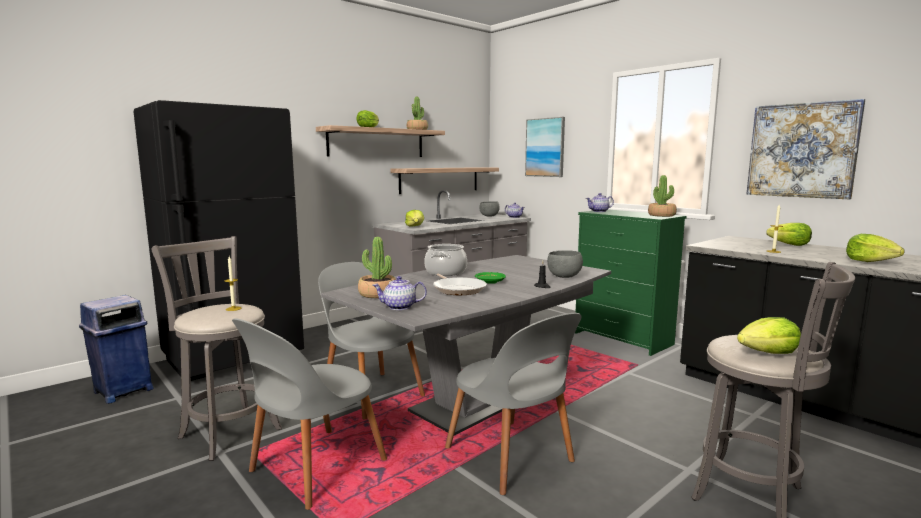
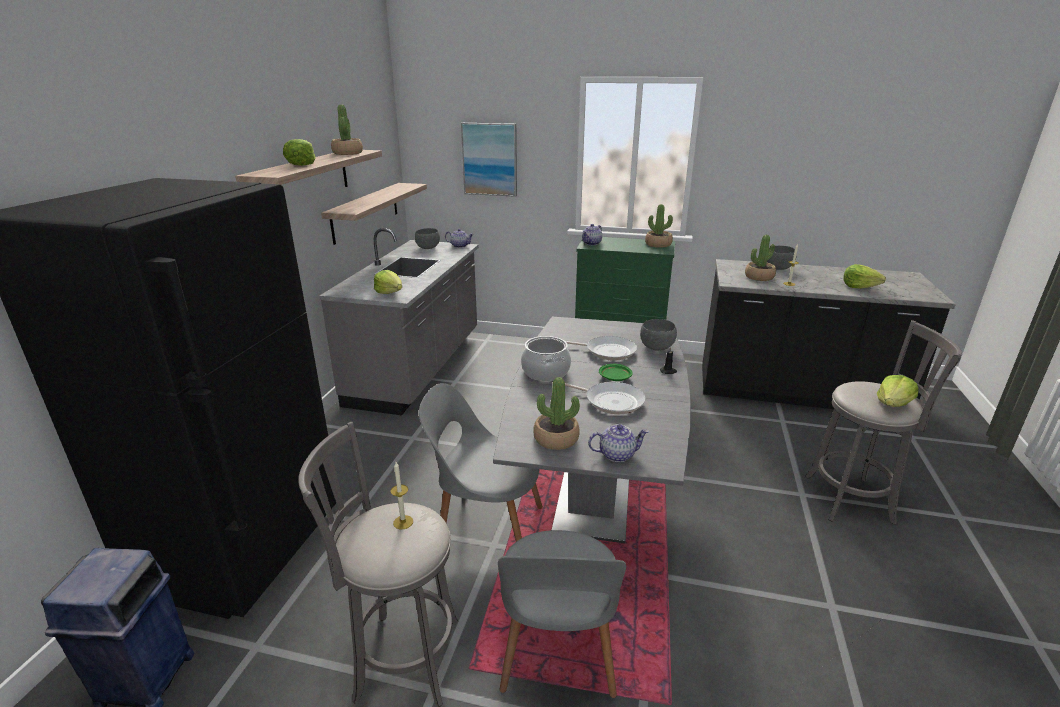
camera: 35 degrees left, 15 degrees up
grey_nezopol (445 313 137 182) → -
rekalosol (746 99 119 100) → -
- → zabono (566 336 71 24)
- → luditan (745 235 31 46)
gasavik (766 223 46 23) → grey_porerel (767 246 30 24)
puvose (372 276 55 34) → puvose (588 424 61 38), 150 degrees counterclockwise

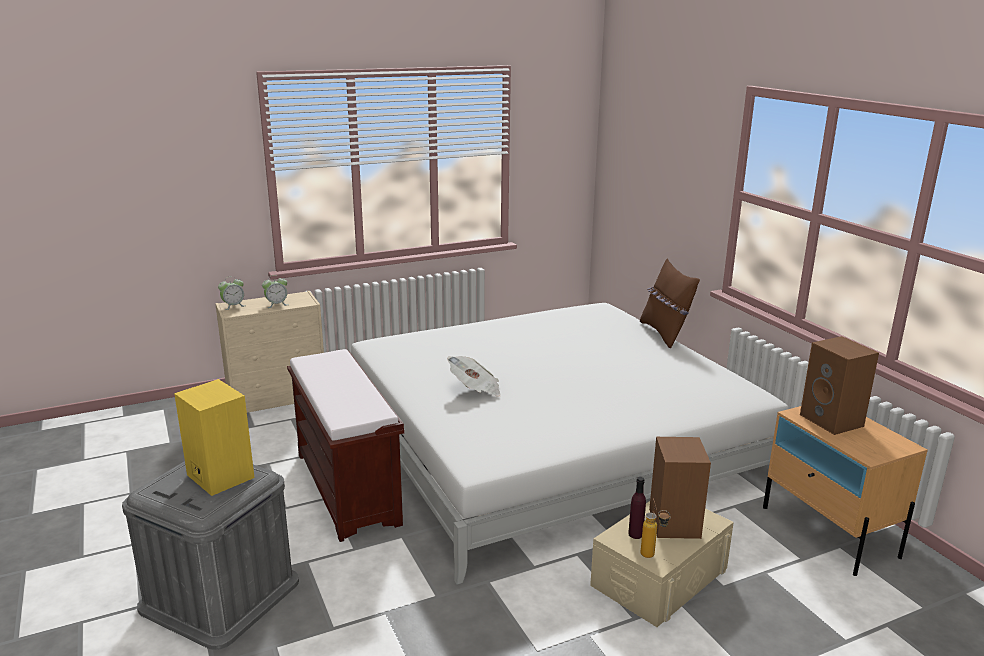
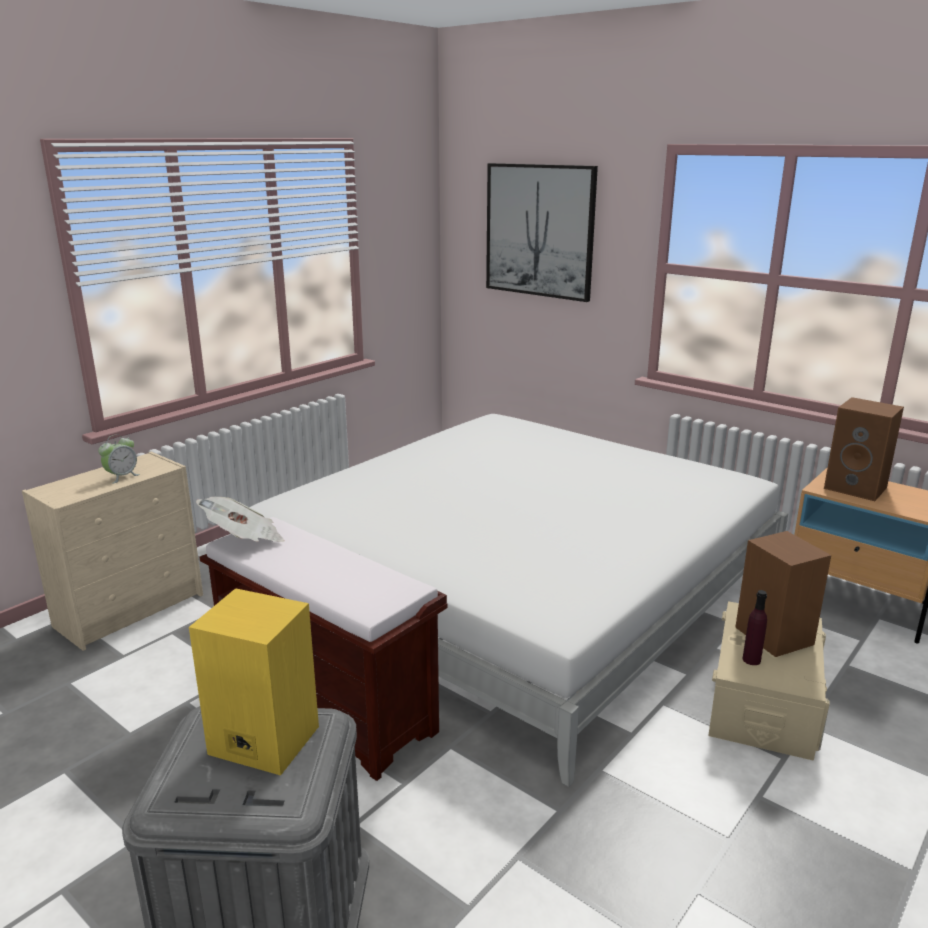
camera: 25 degrees left, 0 degrees up
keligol (218 276 26 34) → -
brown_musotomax (640 258 60 90) → -
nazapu (641 510 30 48) → -
- → rekalosol (486 163 112 139)
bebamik (447 356 53 41) → bebamik (196 497 88 45), shifted

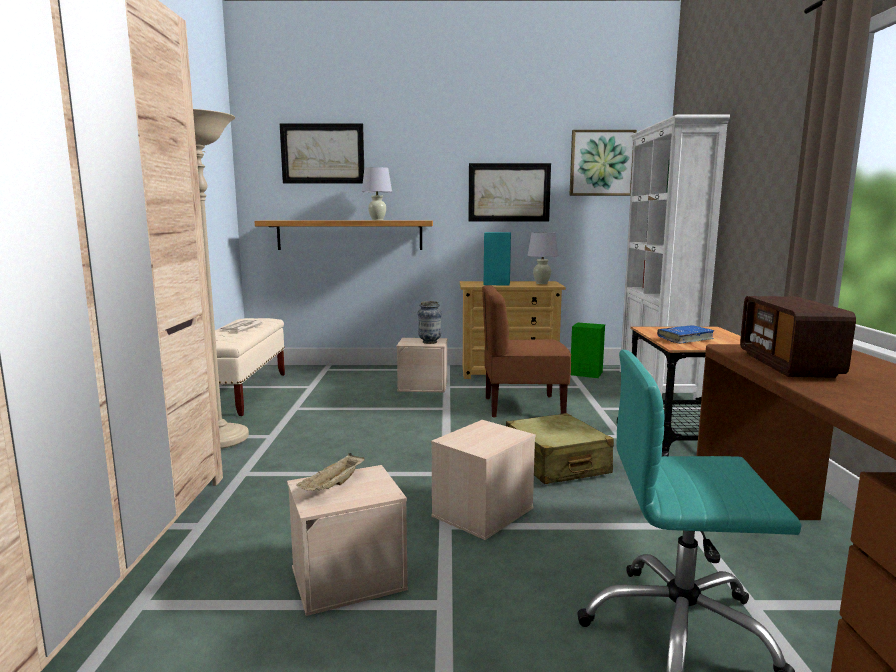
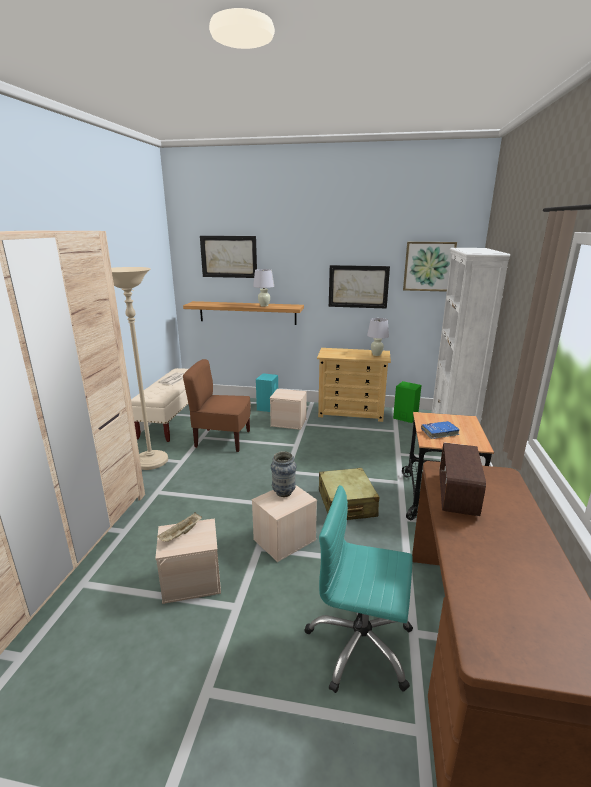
camera: 10 degrees right, 10 degrees up
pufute (418 301 24 43) → pufute (271 451 26 46), shifted
brown_nezopol (482 285 89 133) → brown_nezopol (183 359 68 93), shifted
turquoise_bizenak (484 232 27 54) → turquoise_bizenak (256 373 22 39), shifted

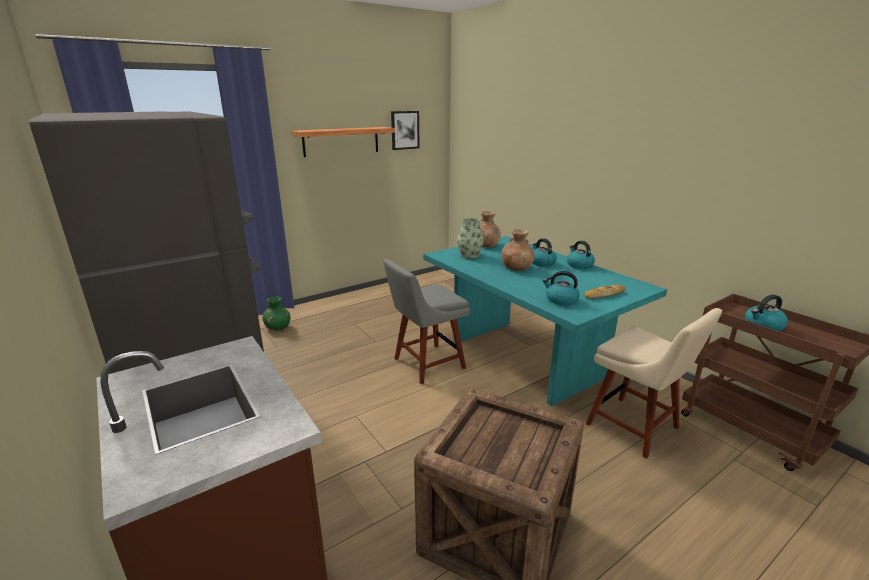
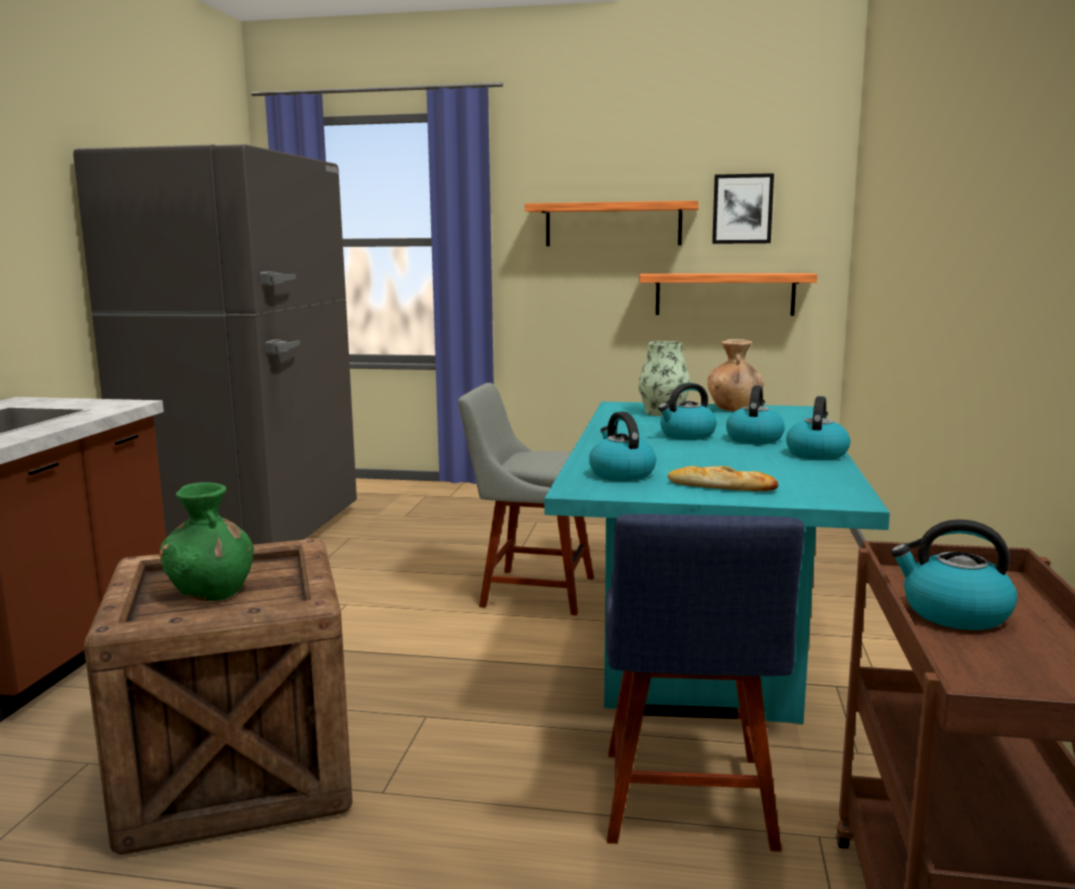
camera: 45 degrees right, 10 degrees down
- → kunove (639 273 178 43)
green_pufute (262 297 29 33) → green_pufute (160 482 94 119), shifted
brown_pufute (501 229 34 42) → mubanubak (658 383 59 57)
beige_nezopol (586 308 136 151) → blue_nezopol (606 514 198 338)

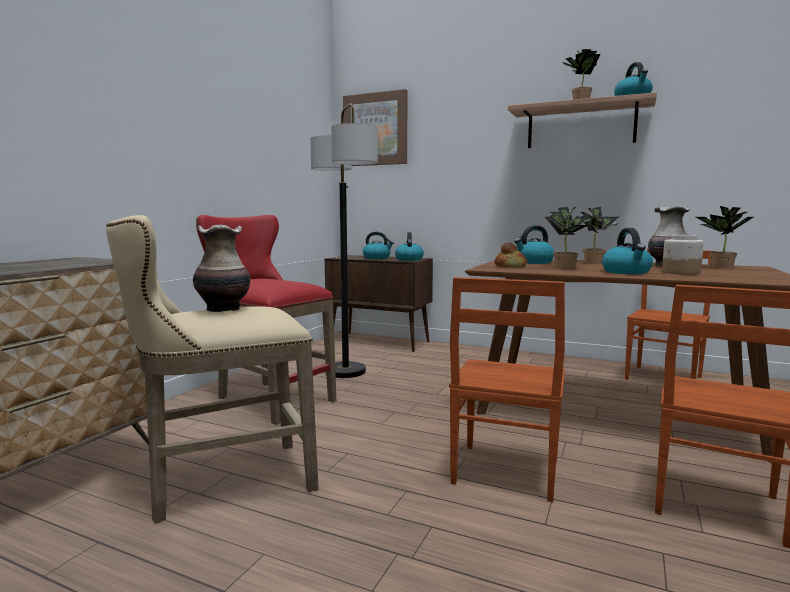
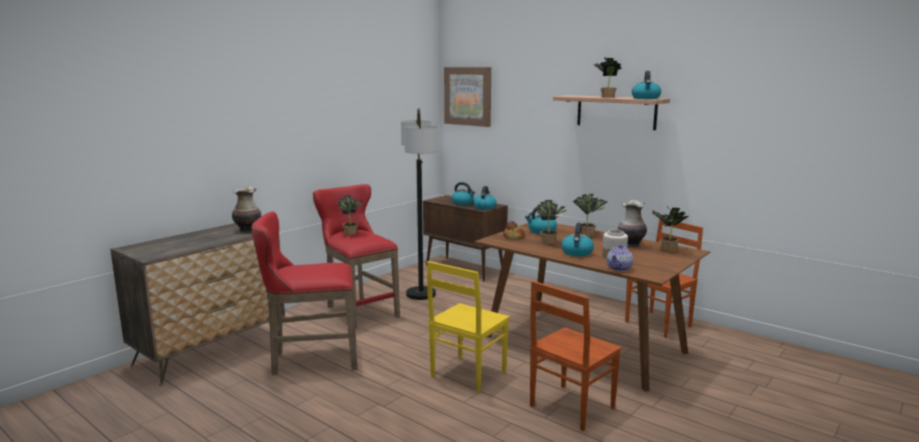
camera: 15 degrees right, 5 degrees up
- → luditan (338 195 27 40)
- → puvose (607 245 26 26)
pufute (193 225 58 87) → pufute (232 186 29 46), shifted
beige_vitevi (106 215 213 308) → red_vitevi (252 212 106 163)
brown_nezopol (449 277 116 225) → yellow_nezopol (427 261 83 132)

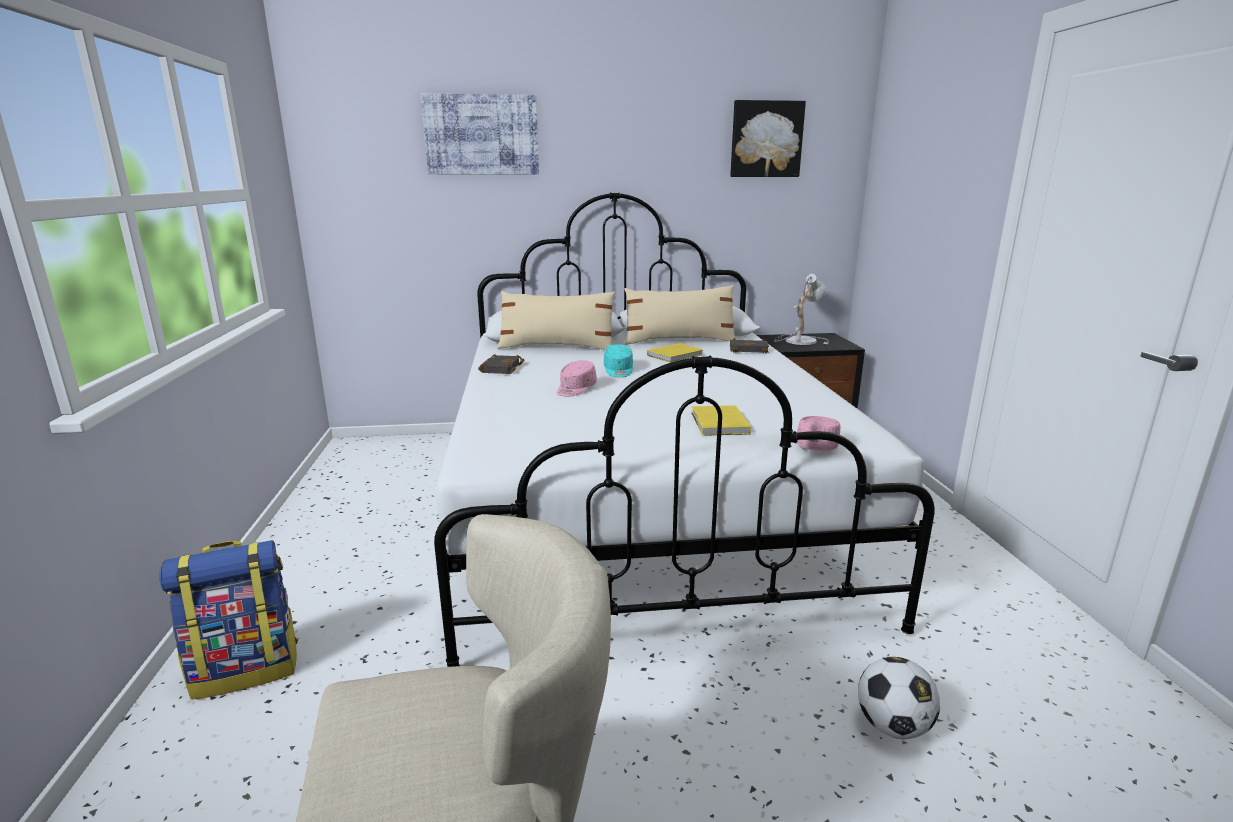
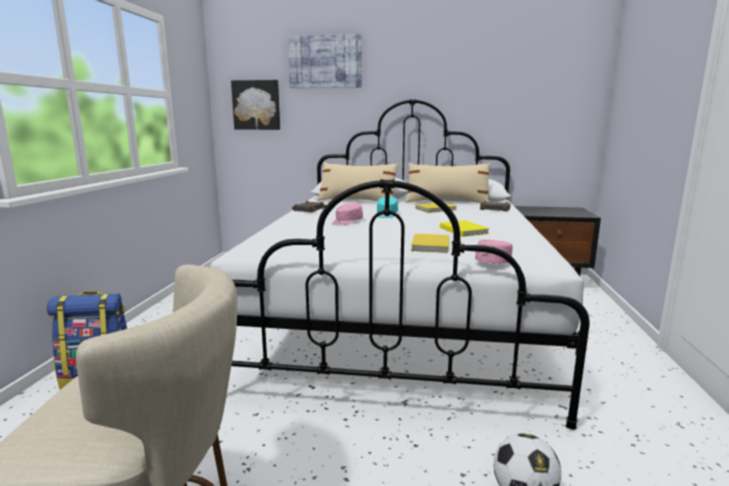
camera: 15 degrees right, 5 degrees down
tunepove (774 274 55 71) → -
- → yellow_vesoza (440 220 50 17)
rekalosol (730 100 76 77) → rekalosol (231 80 49 50), shifted

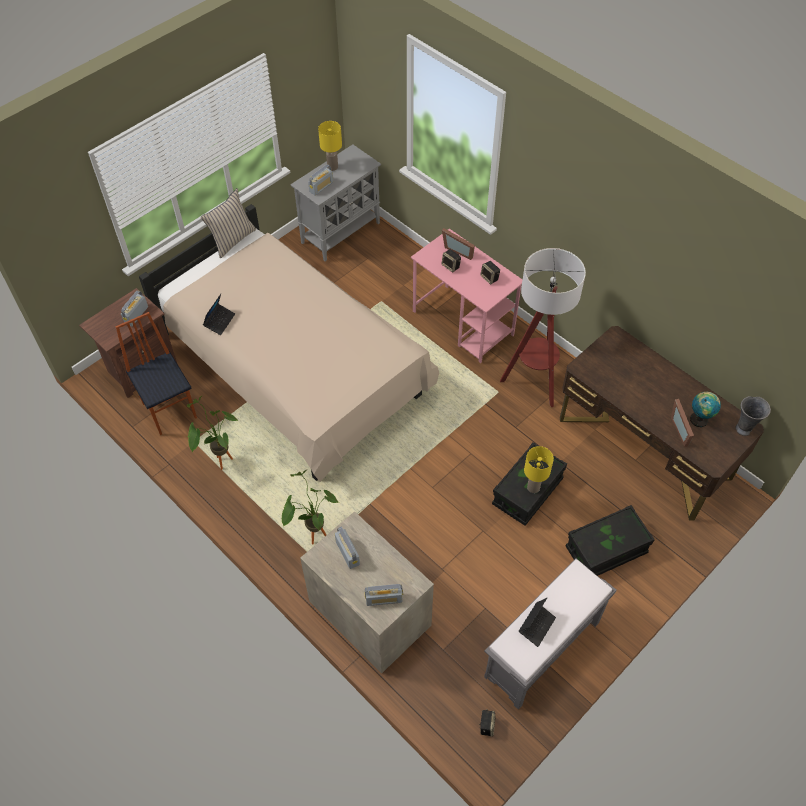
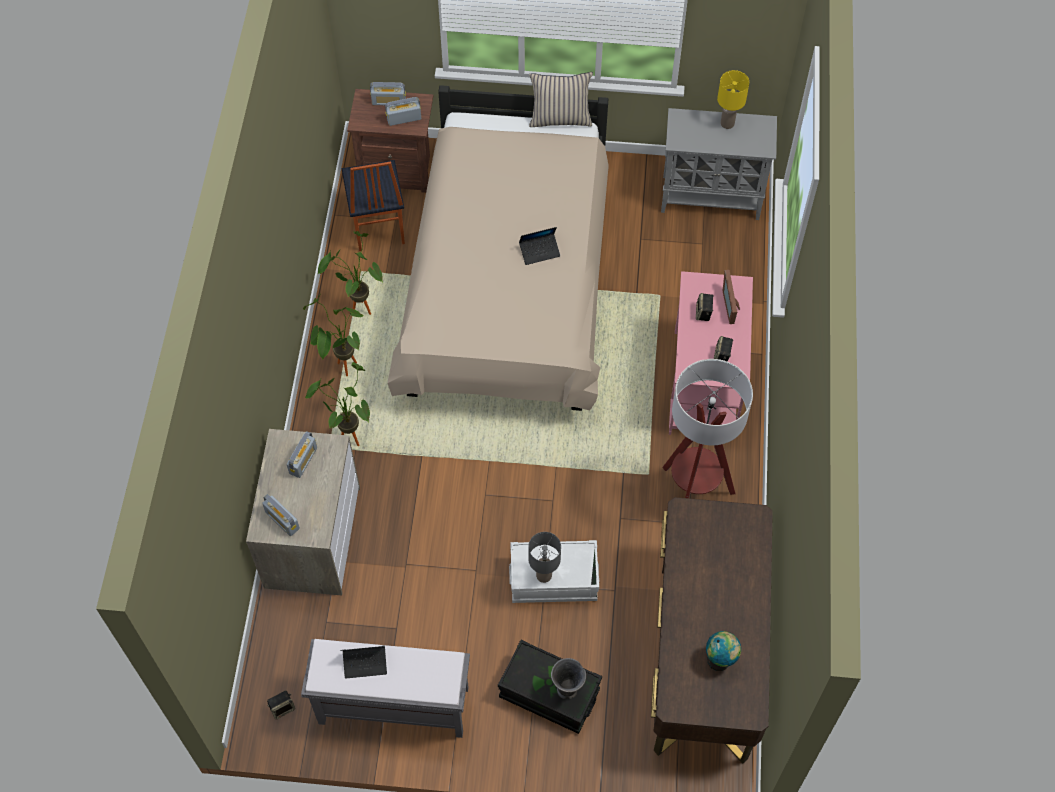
camera: 50 degrees right, 5 degrees up
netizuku (671 399 23 48) → -
- → luditan (303 294 61 82)
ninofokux (203 294 32 41) → ninofokux (519 227 41 38), shifted
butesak (308 164 25 32) → butesak (370 82 36 23), shifted
grey_pufute (735 396 36 40) → grey_pufute (551 658 35 41), shifted
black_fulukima (492 443 75 83) → white_fulukima (509 540 91 63)
yellow_tunepove (524 446 30 47) → grey_tunepove (528 532 33 51)
nezopol (116 312 81 123) → nezopol (341 160 64 91), 150 degrees clockwise

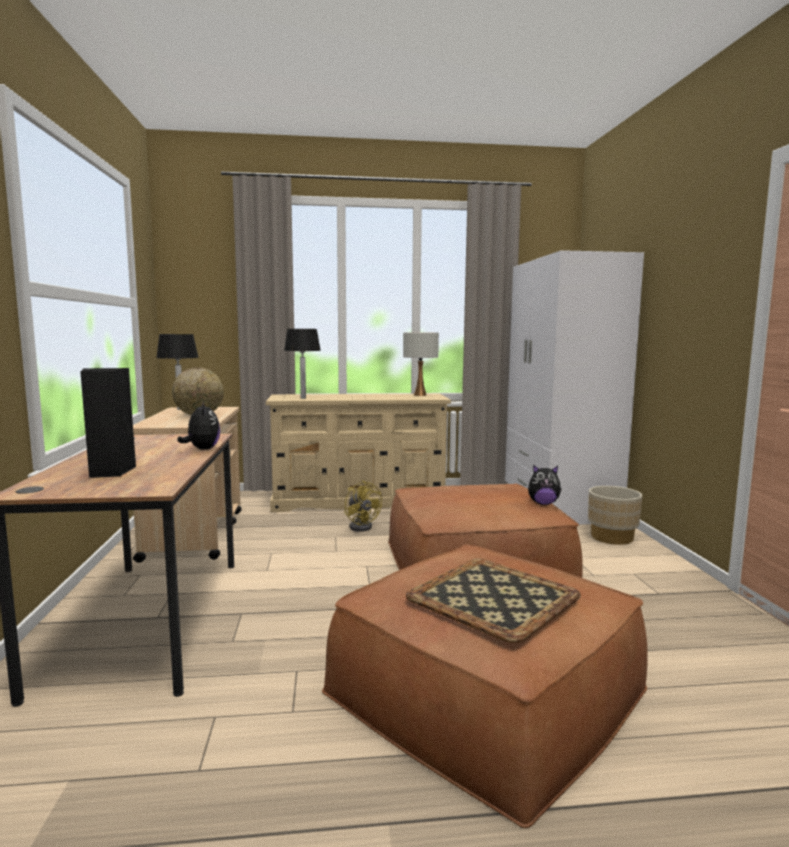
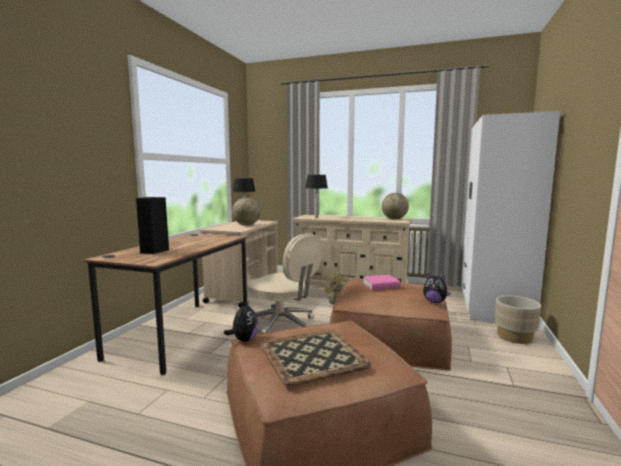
camera: 25 degrees right, 0 degrees up
- → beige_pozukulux (246 233 77 101)
- → pink_vesoza (363 275 38 15)
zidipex (177 402 43 48) → zidipex (224 301 34 41), shifted
white_tunepove (403 332 36 64) → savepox (382 193 27 26)

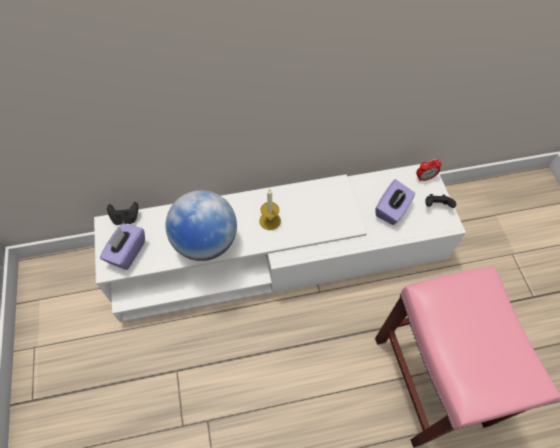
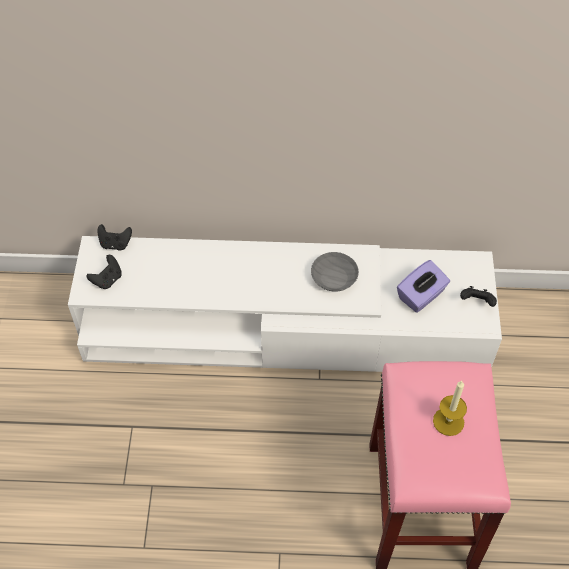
camera: 15 degrees right, 5 degrees down
savepox (165 190 72 71) → -
keligol (416 159 26 22) → -
- → grey_porerel (311 252 48 40)
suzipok (260 188 21 42) → suzipok (433 381 34 55), shifted
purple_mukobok (100 223 45 47) → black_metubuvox (86 255 36 34)

